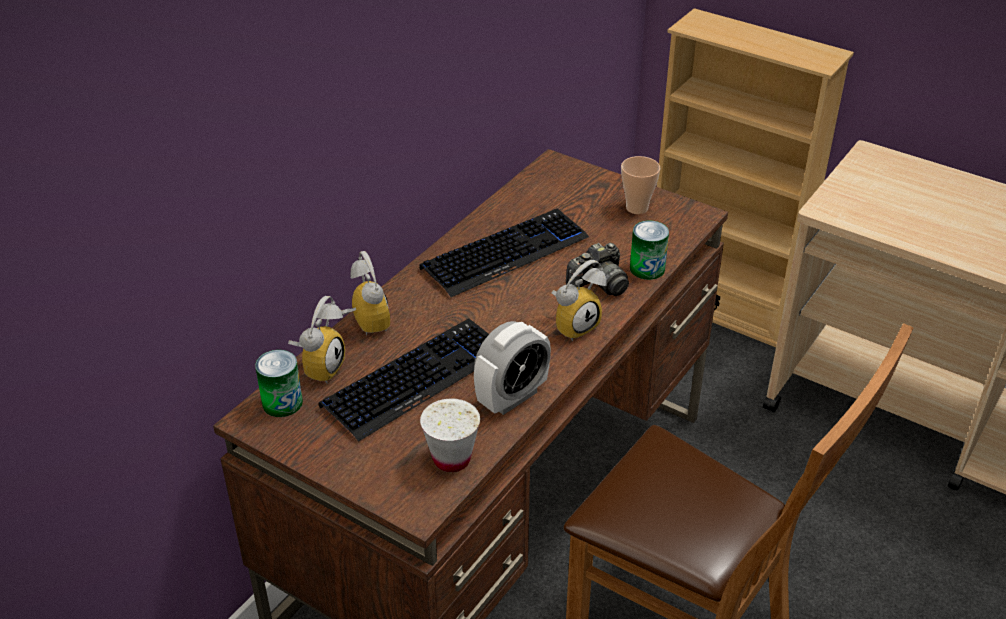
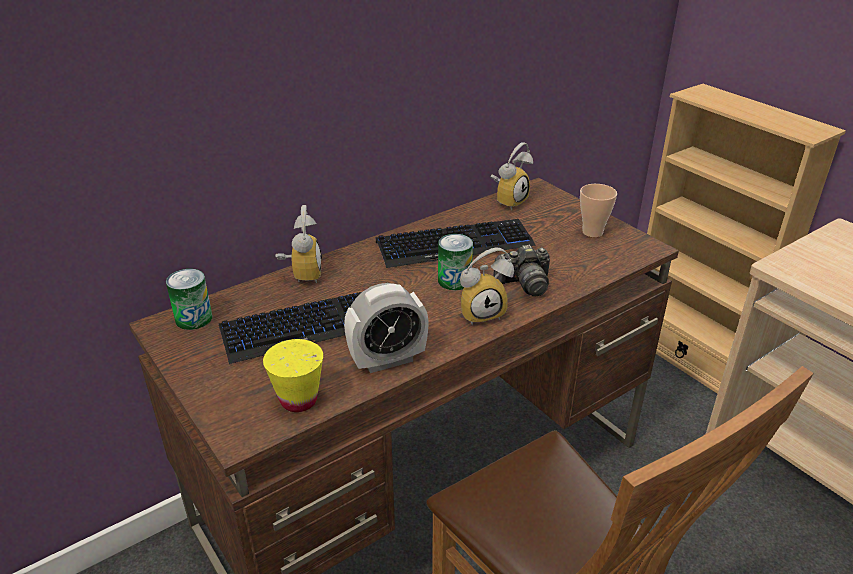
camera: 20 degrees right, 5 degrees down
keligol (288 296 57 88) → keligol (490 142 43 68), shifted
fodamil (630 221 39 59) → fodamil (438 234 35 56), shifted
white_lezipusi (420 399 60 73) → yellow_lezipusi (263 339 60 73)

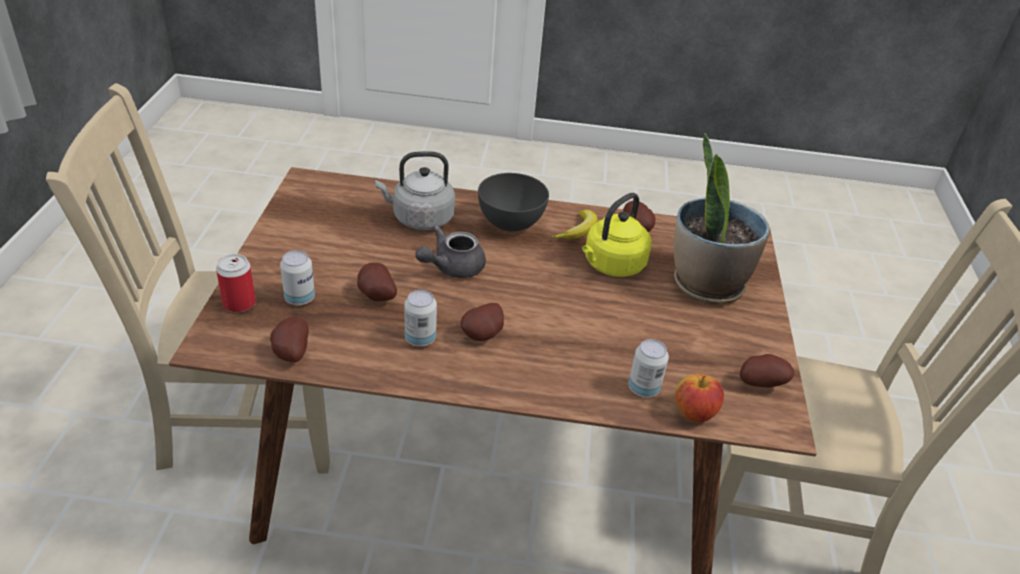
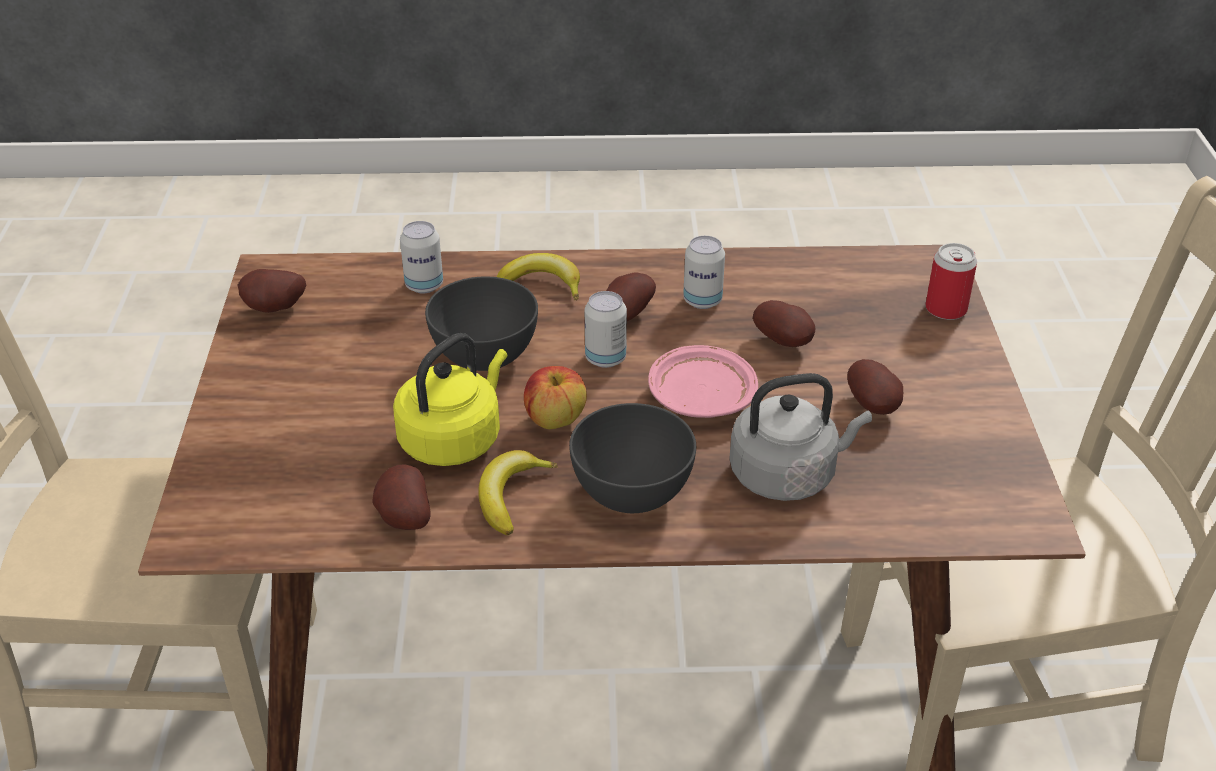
camera: 175 degrees right, 0 degrees up
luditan (674 133 96 172) → -
- → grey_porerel (425 276 113 95)
- → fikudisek (496 253 84 47)
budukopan (270 317 39 45) → budukopan (847 359 56 56), shifted
fodamil (280 250 35 56) → fodamil (585 291 42 77), shifted
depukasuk (674 374 50 48) → depukasuk (524 366 63 63), shifted
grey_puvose (415 226 71 52) → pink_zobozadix (648 345 110 73)

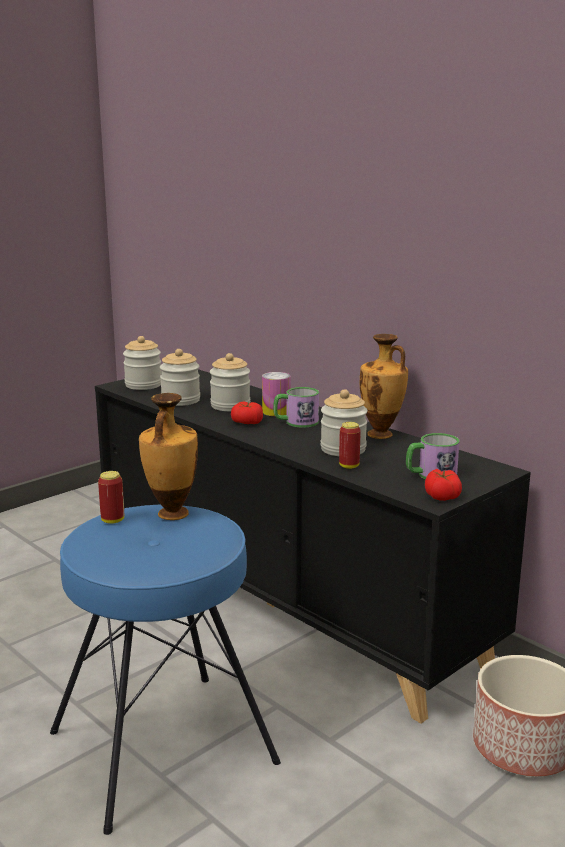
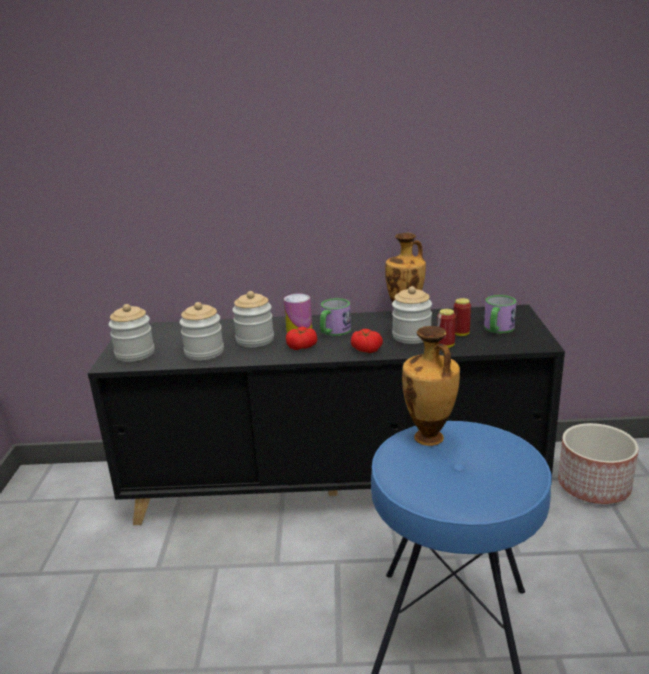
camera: 45 degrees left, 5 degrees up
fodamil (98 471 26 53) → fodamil (454 298 17 38), shifted
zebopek (425 469 37 32) → zebopek (351 329 32 24), shifted

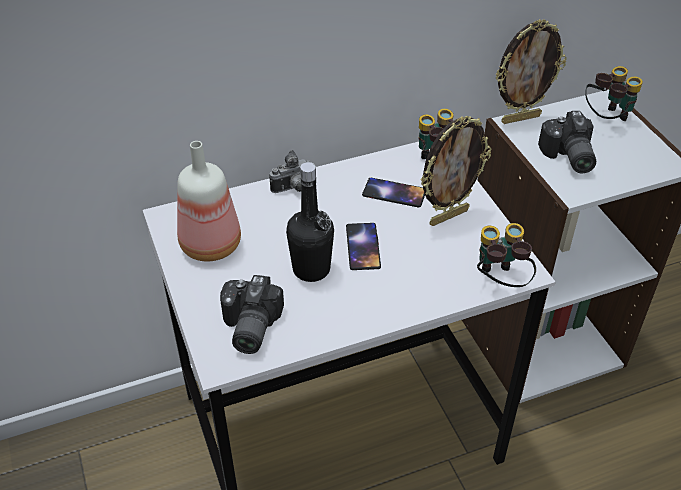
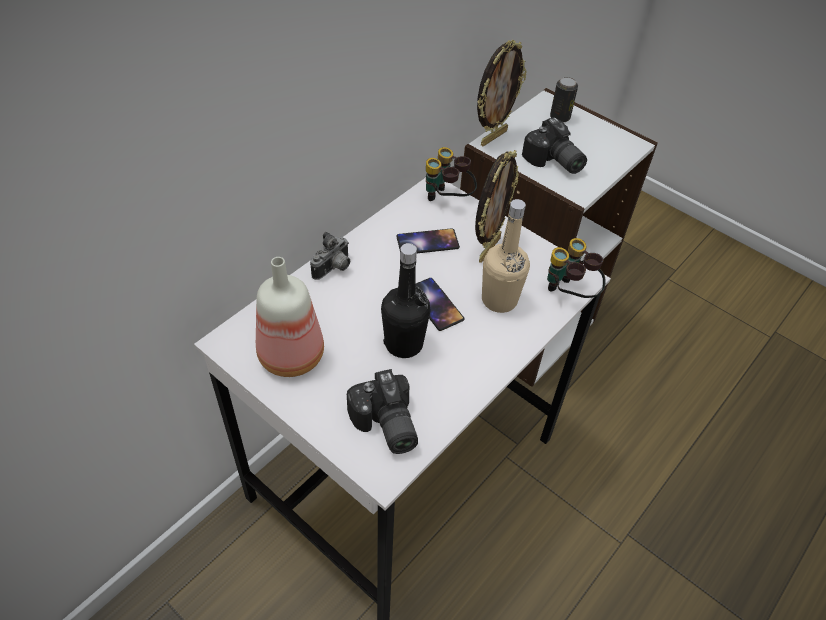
camera: 30 degrees left, 5 degrees up
- → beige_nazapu (482 199 48 114)
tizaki (585 66 58 55) → fodamil (550 77 28 46)

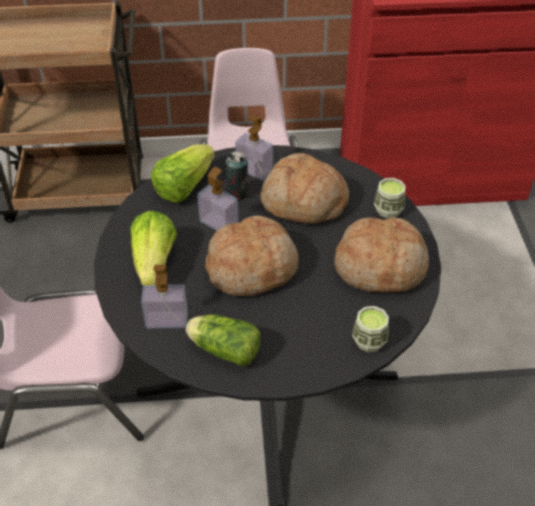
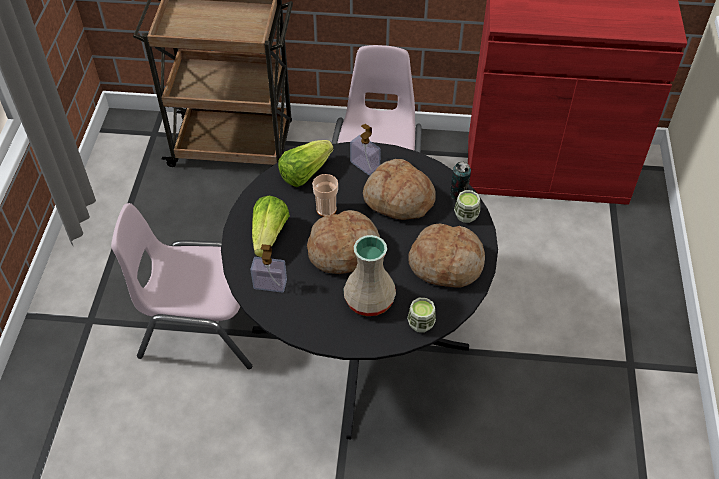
camera: 10 degrees right, 5 degrees up
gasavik (186 314 75 52) → -
- → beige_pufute (343 235 53 81)
fodamil (226 151 22 50) → fodamil (450 162 21 38), shifted
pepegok (197 167 42 64) → lezipusi (312 174 26 43)

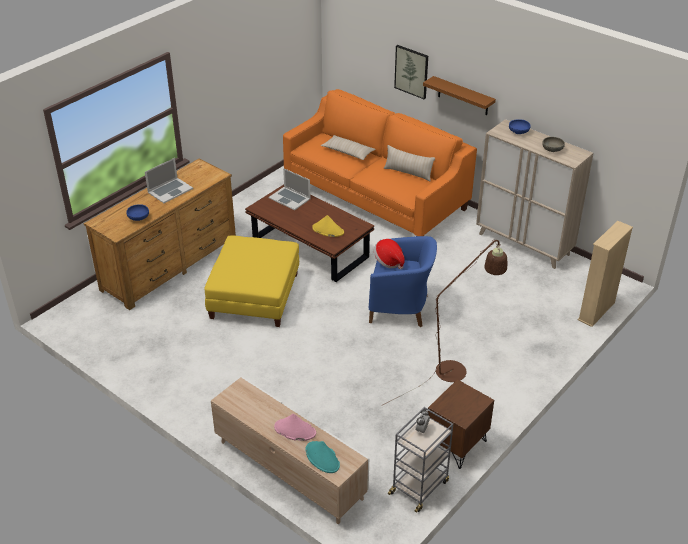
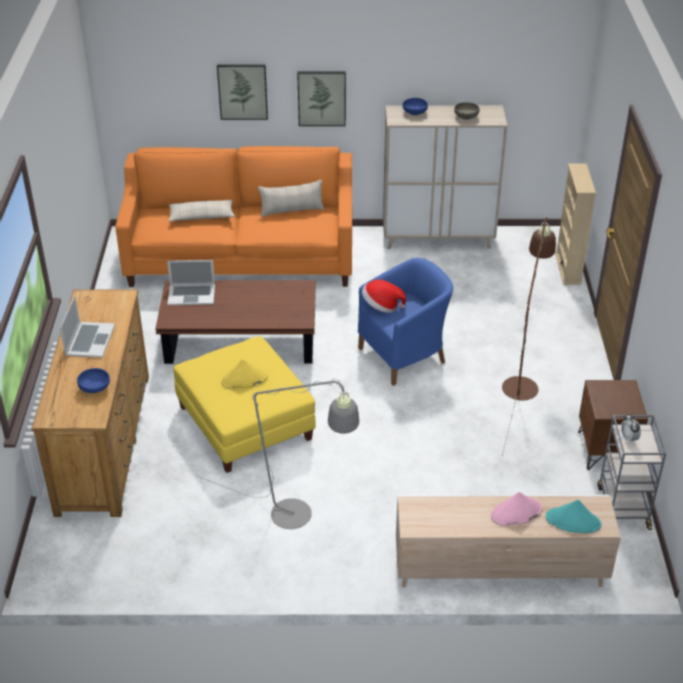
camera: 40 degrees left, 0 degrees up
- → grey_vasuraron (197 378 162 151)
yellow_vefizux (312 215 32 22) → yellow_vefizux (221 359 47 30), shifted
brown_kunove (423 76 73 39) → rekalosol (297 71 49 55)

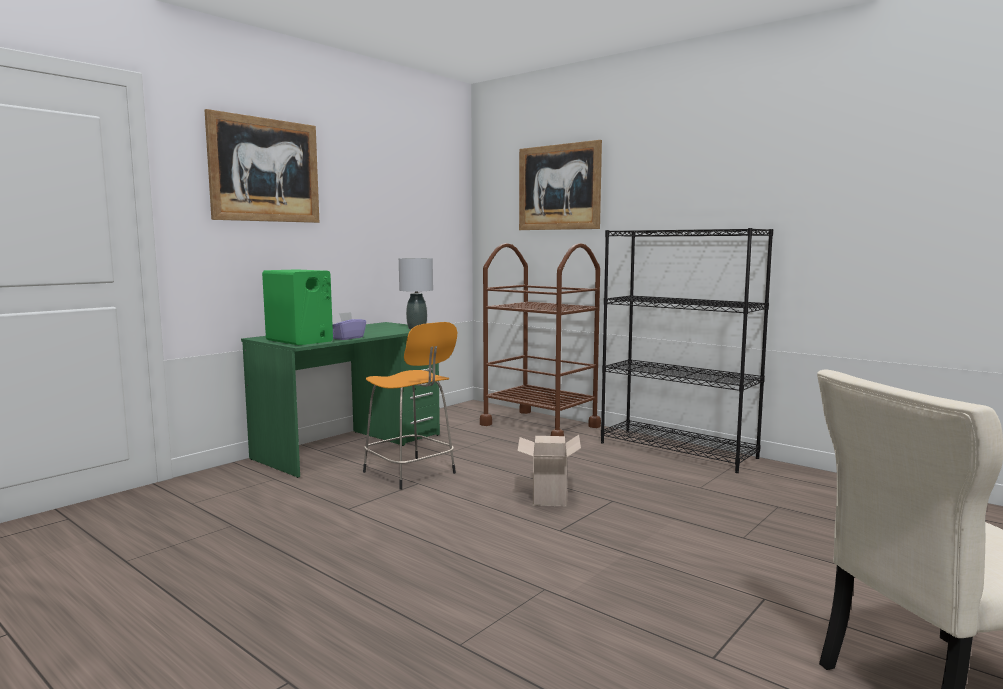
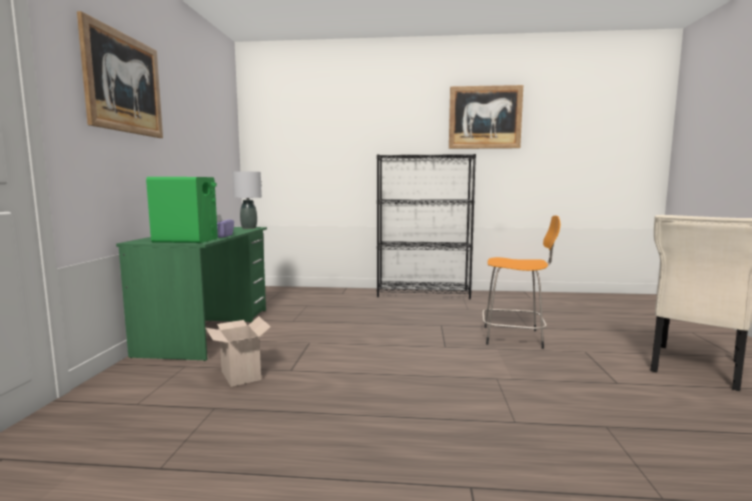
camera: 35 degrees left, 0 degrees up
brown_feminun (480 243 121 193) → -
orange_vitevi (363 322 94 168) → orange_vitevi (482 216 78 133), shifted
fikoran (517 435 64 71) → fikoran (205 316 66 71), shifted
rekalosol (519 140 83 90) → rekalosol (449 85 74 64), shifted

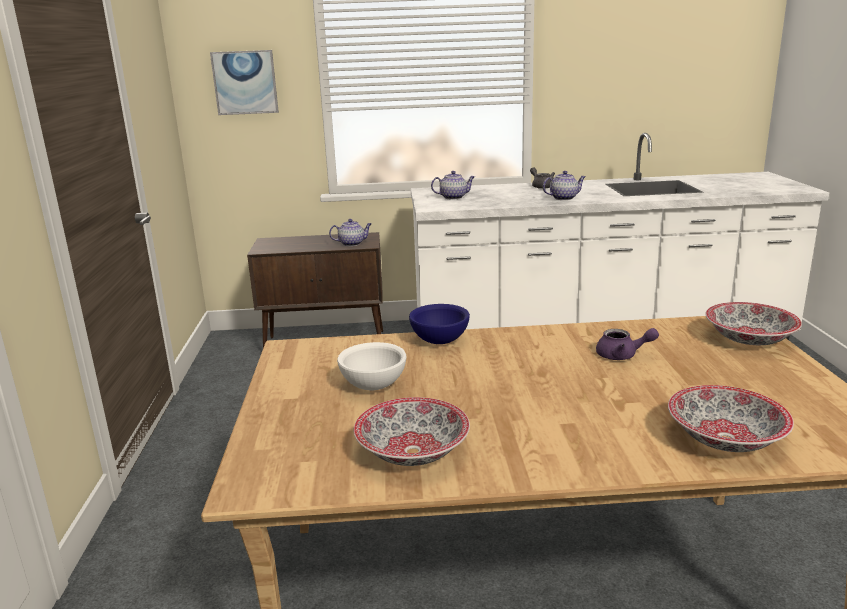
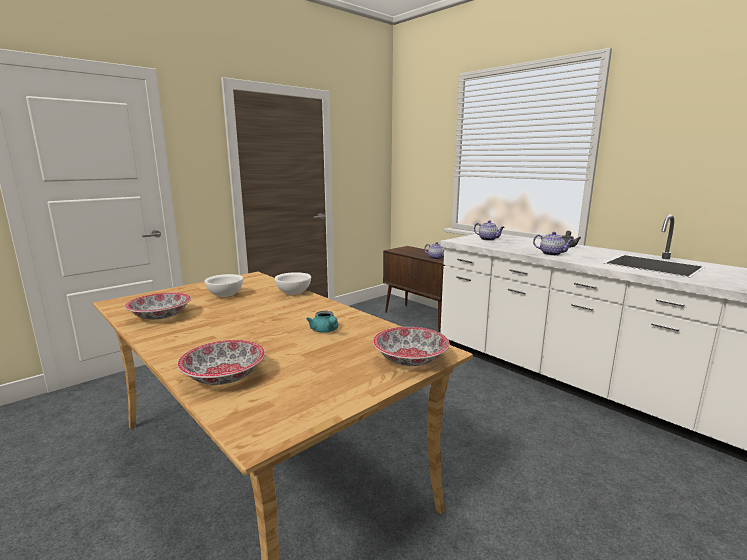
camera: 50 degrees right, 5 degrees down
rekalosol (210 50 69 65) → -
blue_porerel (409 304 61 40) → white_porerel (275 272 36 23)
purple_puvose (596 328 63 32) → turquoise_puvose (306 311 32 22)

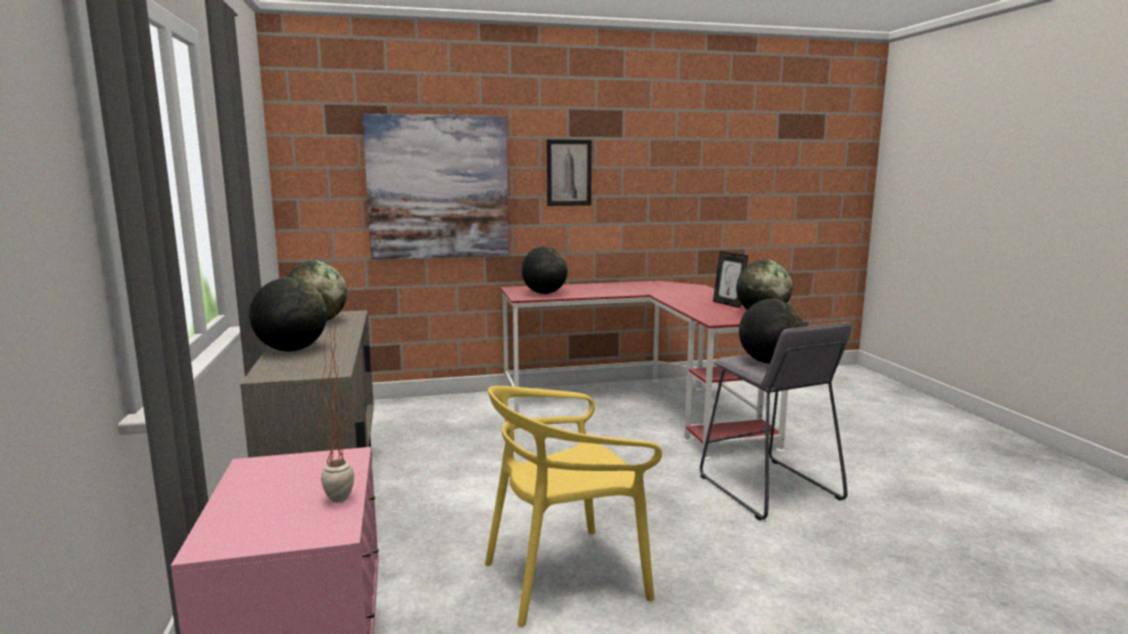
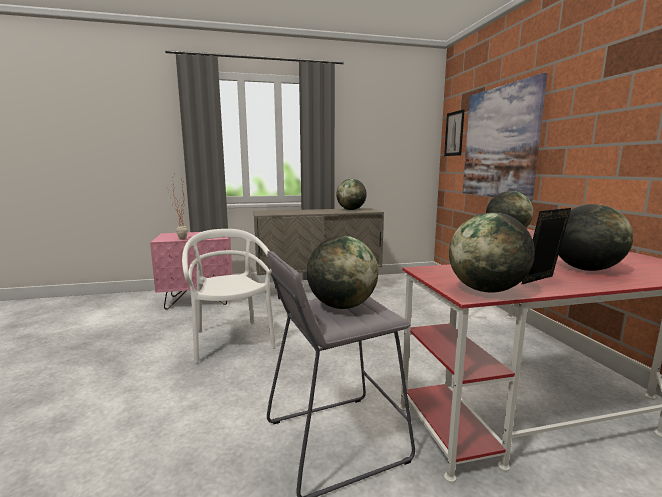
camera: 90 degrees right, 0 degrees up
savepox (249 278 78 74) → savepox (558 204 75 67), shifted
rekalosol (547 139 45 67) → rekalosol (444 109 21 47), shifted
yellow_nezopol (485 386 177 241) → white_nezopol (182 229 94 135)

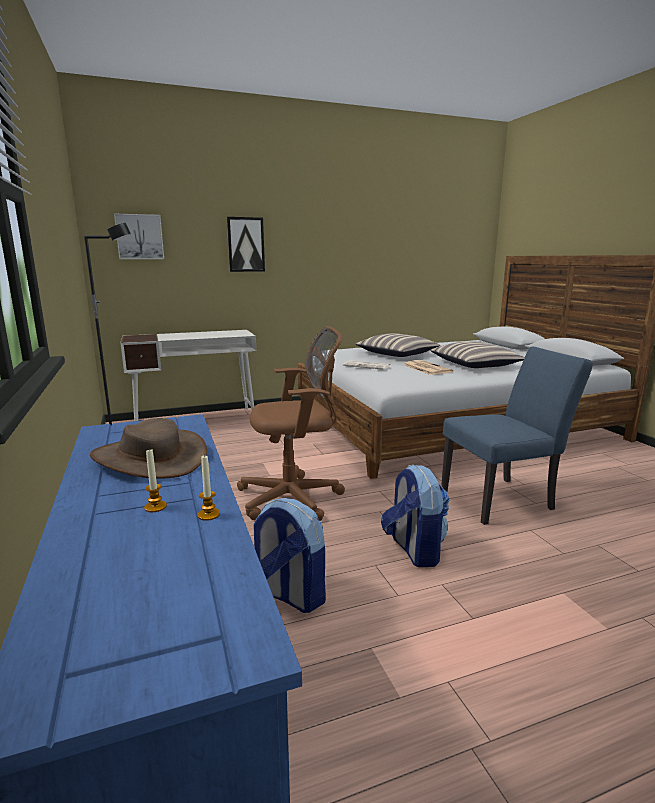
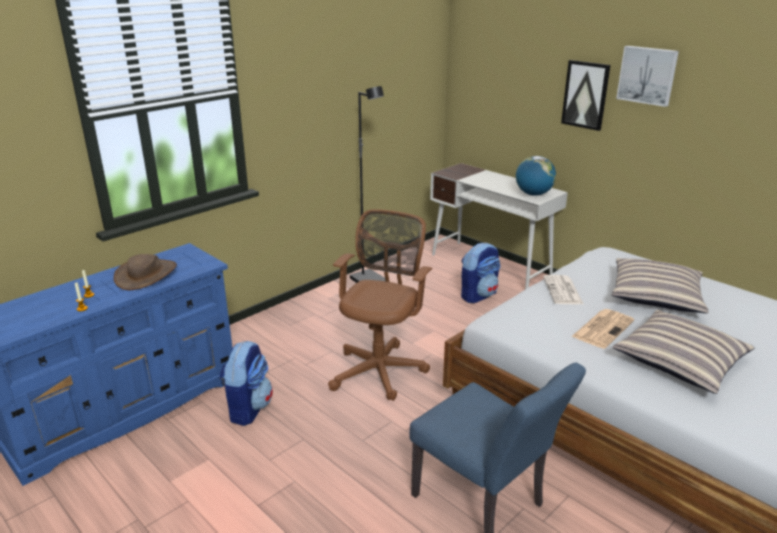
camera: 65 degrees right, 10 degrees up
- → savepox (516 156 40 40)
rekalosol (114 214 50 45) → rekalosol (616 46 63 61), shifted
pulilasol (381 464 69 103) → pulilasol (461 242 40 61), shifted
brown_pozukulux (237 326 108 195) → brown_pozukulux (328 209 104 192), 120 degrees counterclockwise

